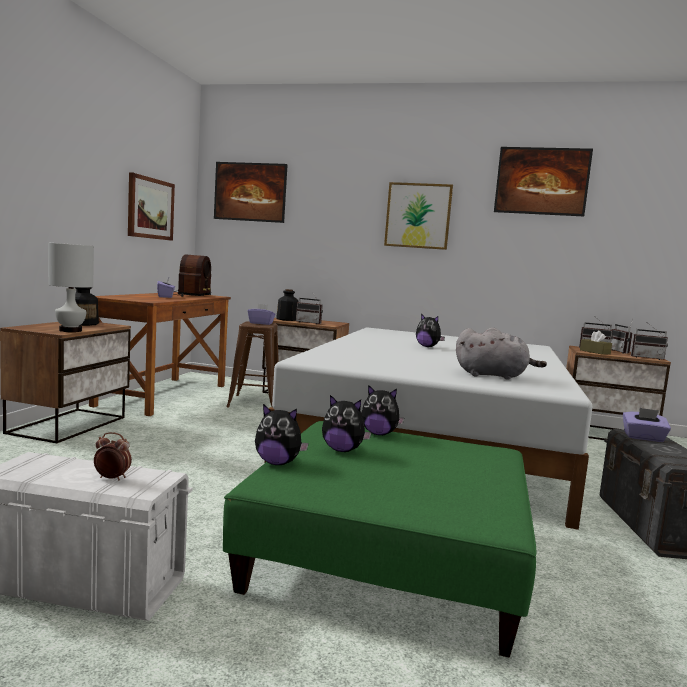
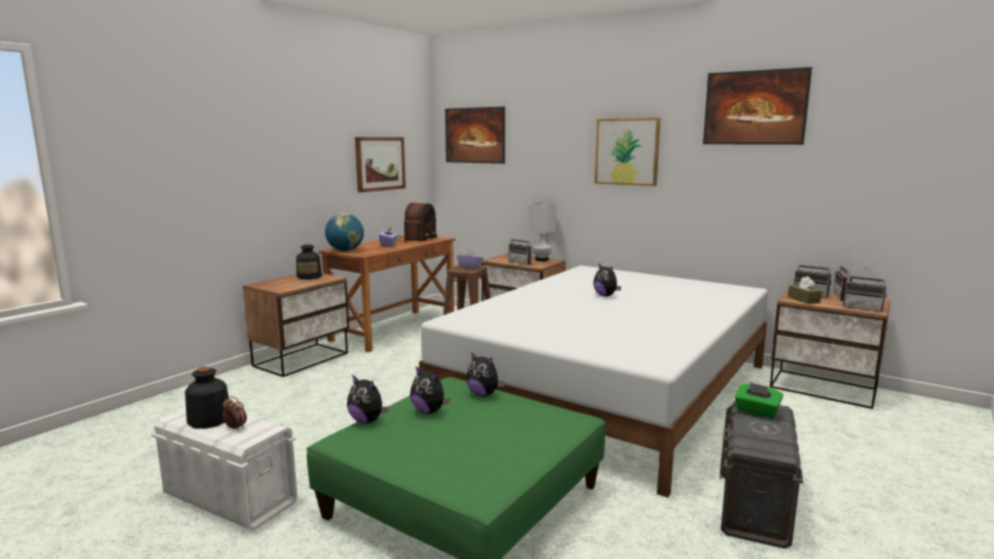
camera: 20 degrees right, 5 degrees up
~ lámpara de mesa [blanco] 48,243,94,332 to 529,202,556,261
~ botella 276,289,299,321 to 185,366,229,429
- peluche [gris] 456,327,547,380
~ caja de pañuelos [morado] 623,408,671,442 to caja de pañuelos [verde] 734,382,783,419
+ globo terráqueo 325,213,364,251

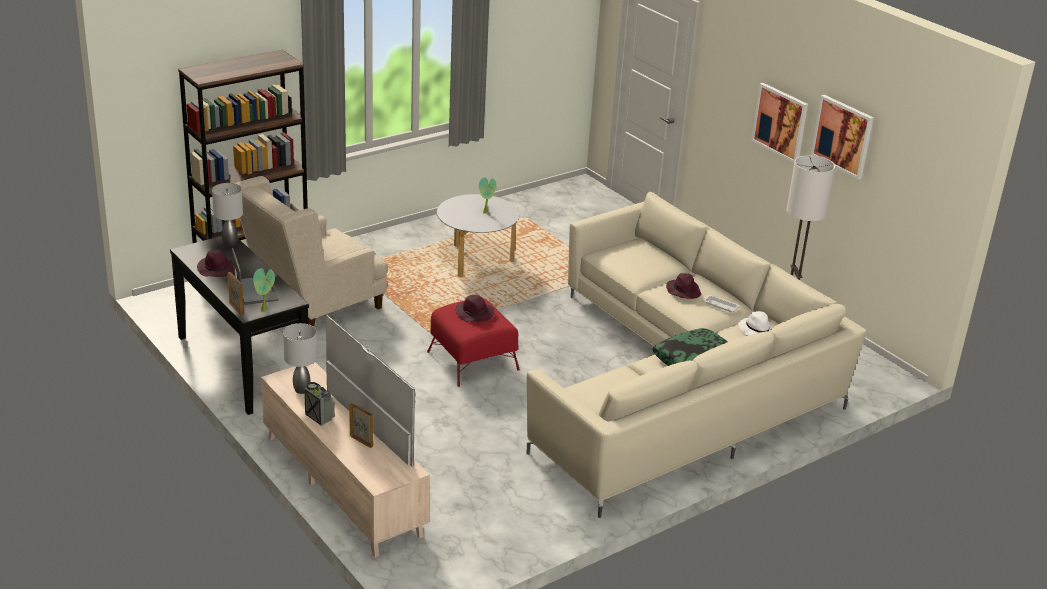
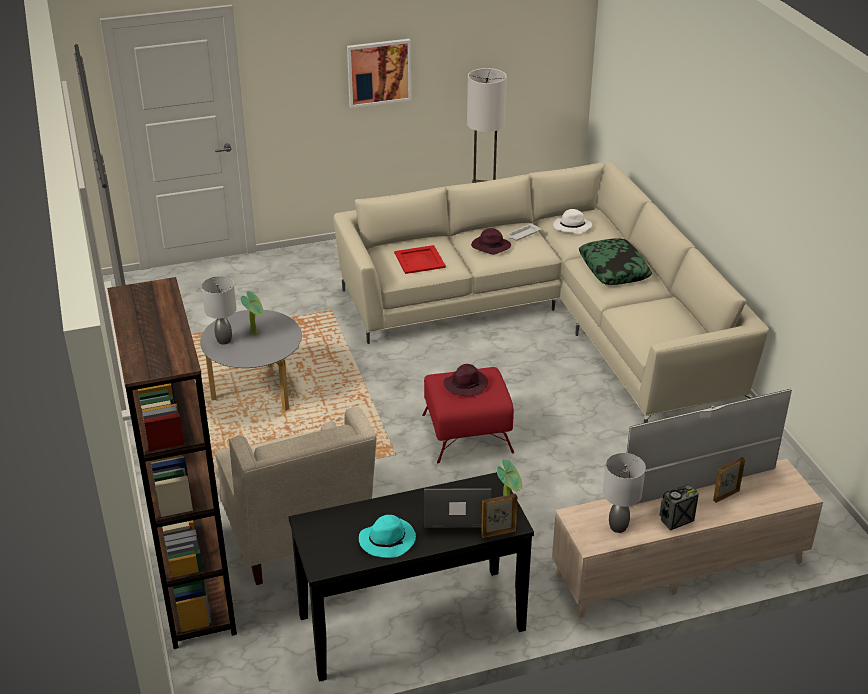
camera: 70 degrees left, 5 degrees up
~ sombrero [morado] 197,249,233,277 to sombrero [turquesa] 359,515,416,558
~ lámpara de mesa [gris] 212,183,243,247 to 201,276,237,345
- cuadro 811,95,874,180
+ bandeja [rojo] 394,245,446,274

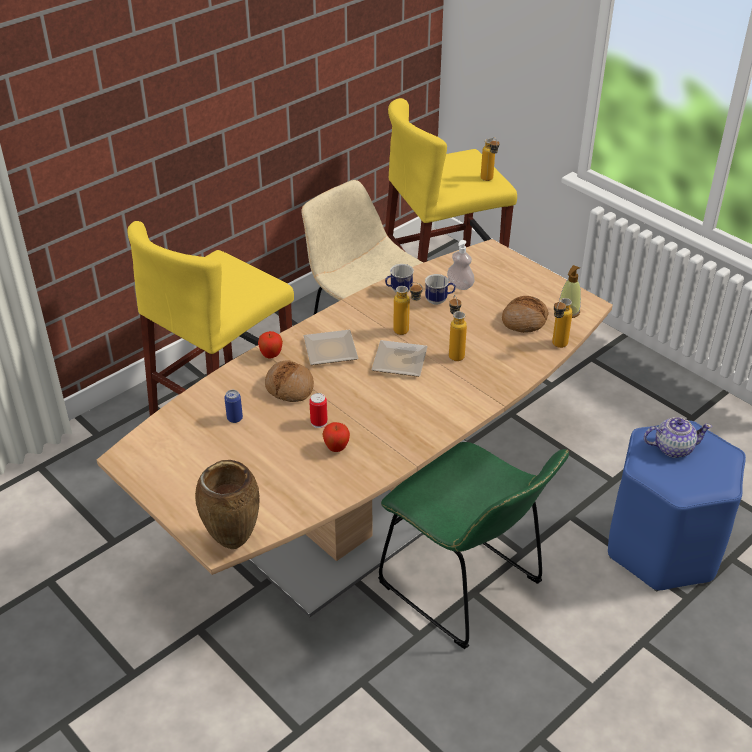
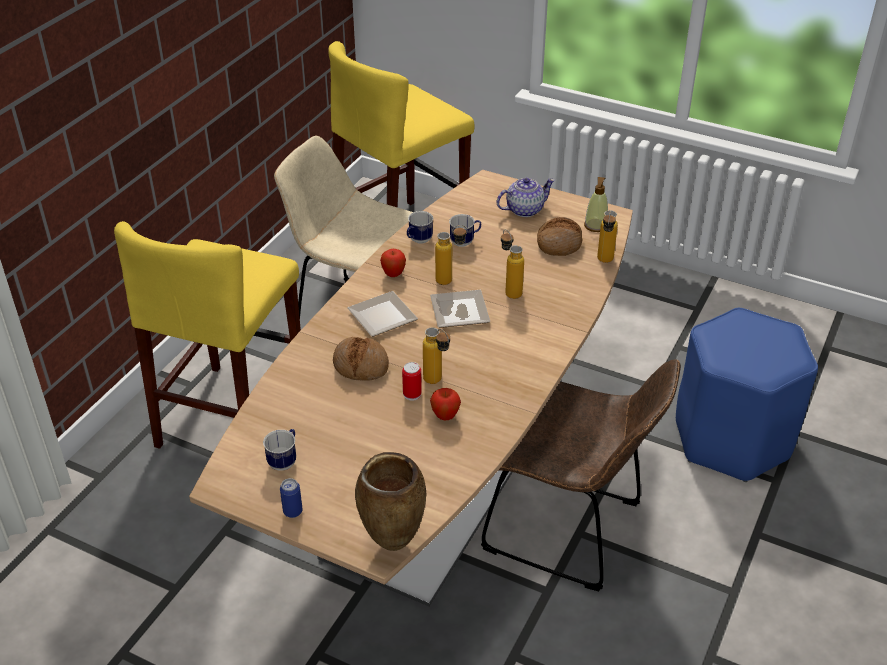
camera: 20 degrees left, 0 degrees up
~ lata 224,390,243,423 to 280,478,303,518
~ manzana 258,331,283,358 to 380,249,406,277
~ silla [verde] 378,442,569,649 to silla [marrón] 481,359,681,592
- dispensador de jabón 447,240,475,290
~ botella 481,137,499,181 to 423,327,450,384
~ tetera 644,417,712,458 to 497,178,555,217
+ taza grande 263,429,296,471

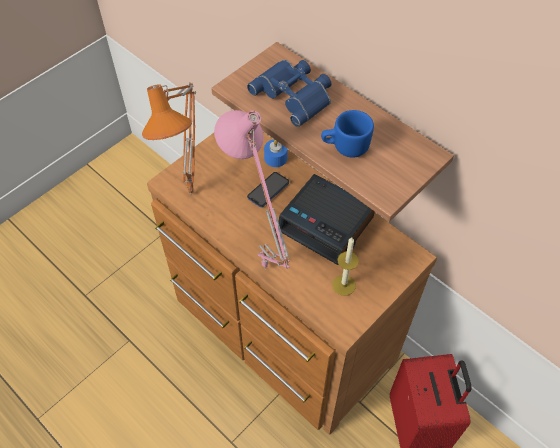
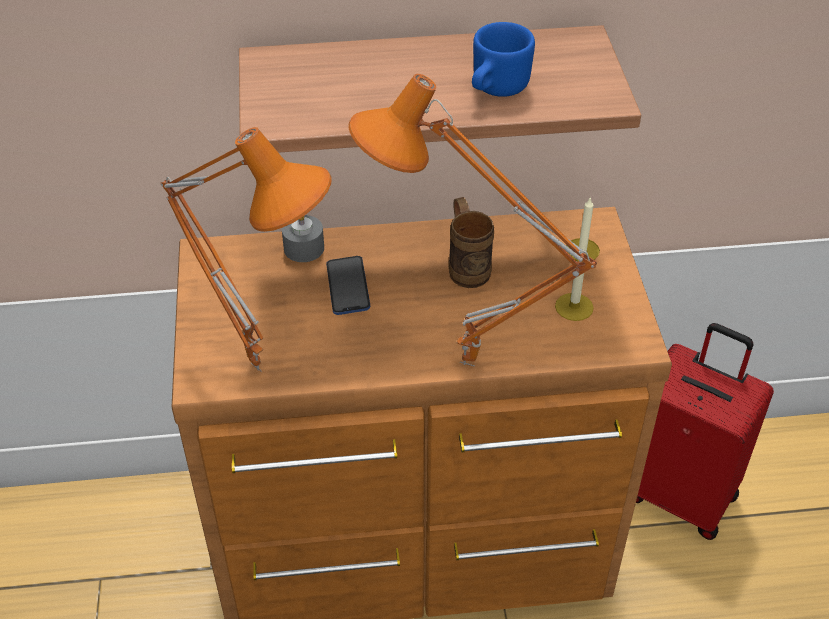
camera: 50 degrees left, 10 degrees down
~ lámpara de mesa [rosa] 214,110,290,270 to lámpara de mesa [naranja] 349,74,597,367
- prismáticos [azul] 247,60,331,127
~ vela [azul] 264,139,288,167 to vela [gris] 282,215,324,262
~ despertador 278,174,375,265 to taza grande [marrón] 449,197,494,288

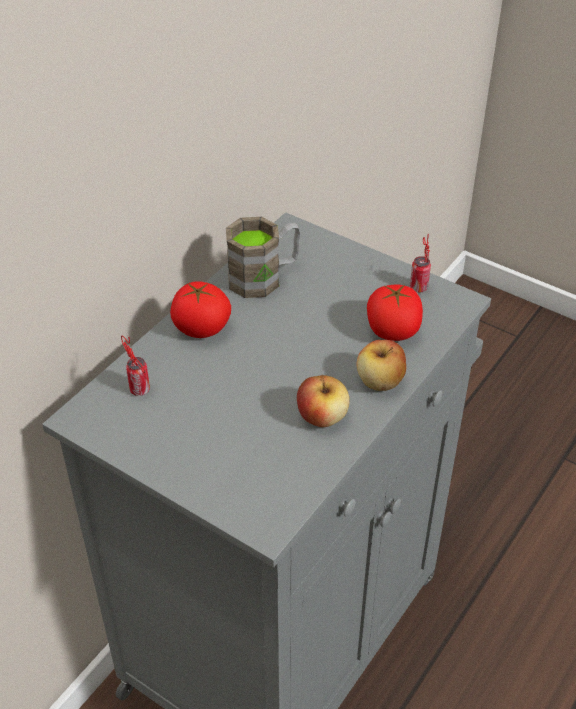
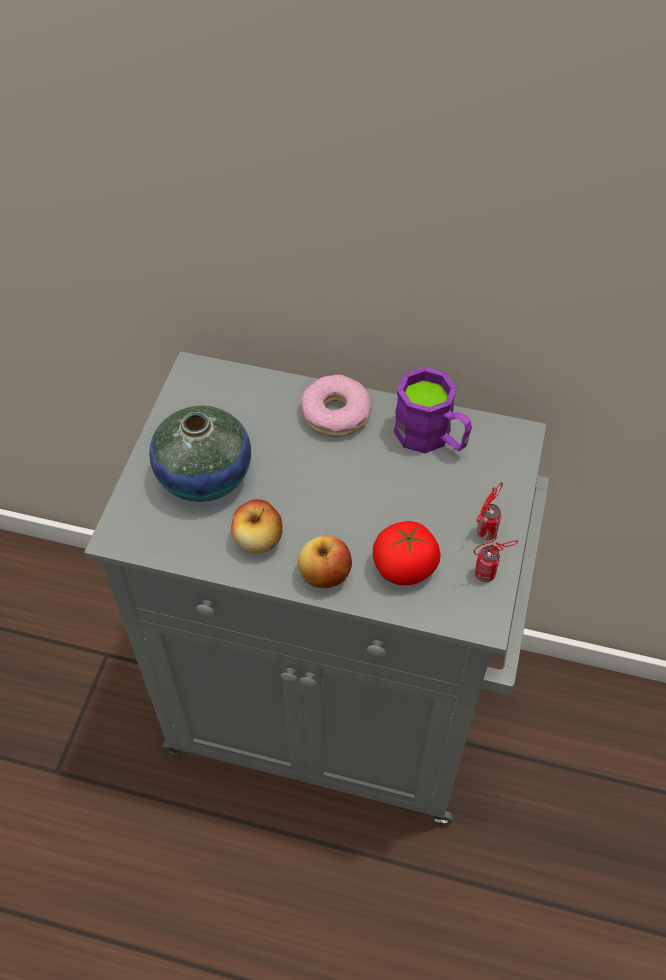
camera: 70 degrees right, 10 degrees up
~ lata 121,336,150,396 to 476,482,503,540
~ tomate 170,281,231,338 to rosquilla 301,375,372,437
~ taza grande [marrón] 226,217,301,298 to taza grande [morado] 394,367,472,454
+ florero 149,406,251,502

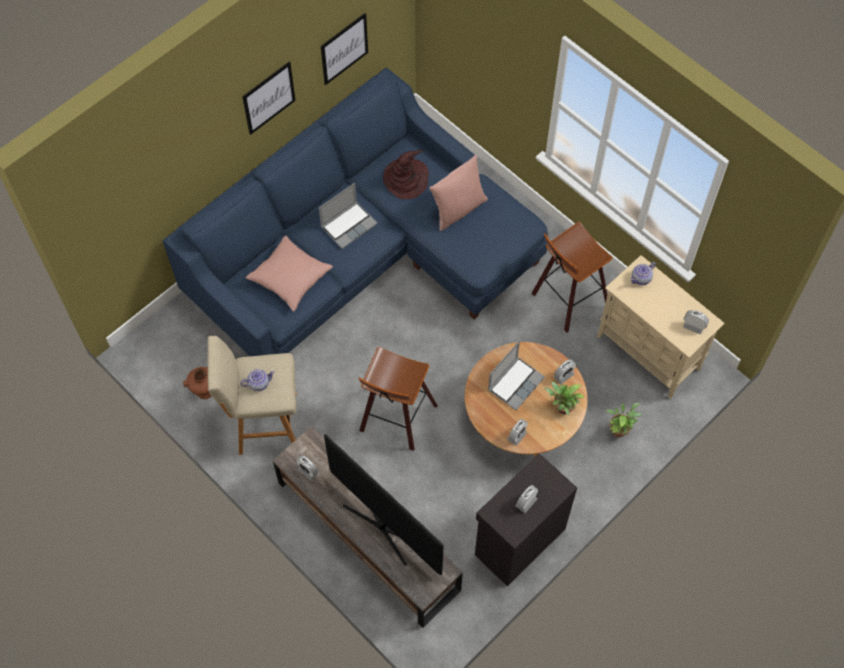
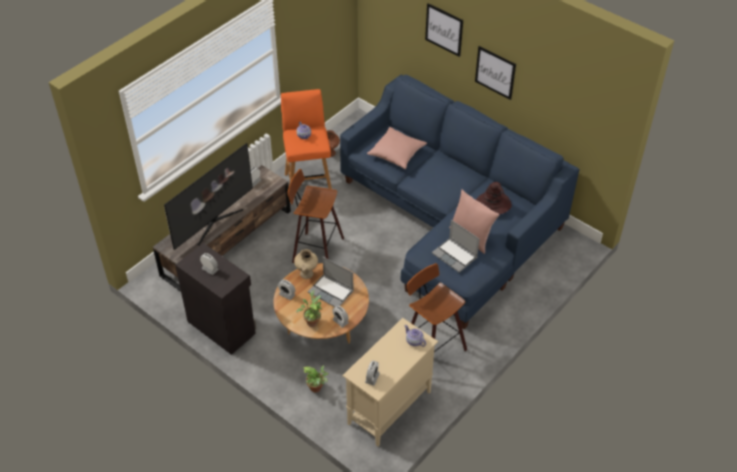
camera: 85 degrees right, 15 degrees down
~ taburete [beis] 208,336,297,455 to taburete [naranja] 281,89,332,189
~ portátil 319,183,378,249 to 432,220,479,273
~ cuadro 321,13,368,85 to 425,3,463,57
+ florero [beis] 294,249,318,279

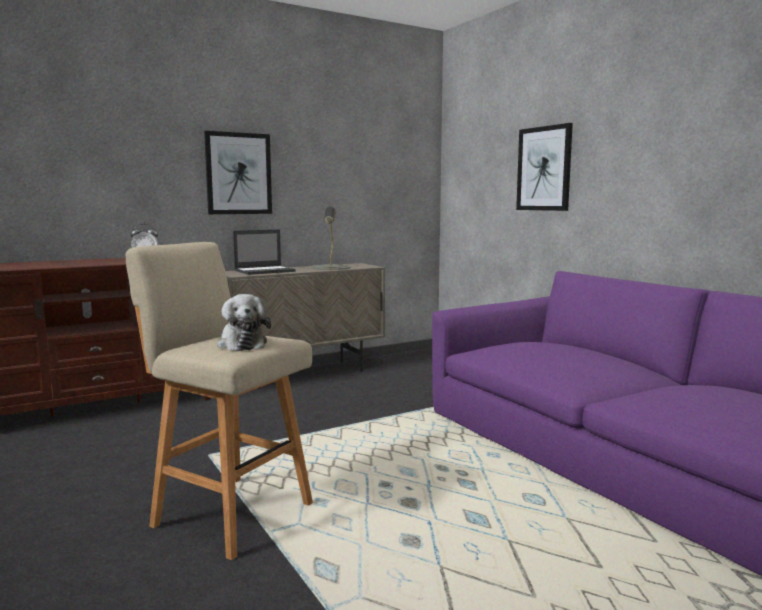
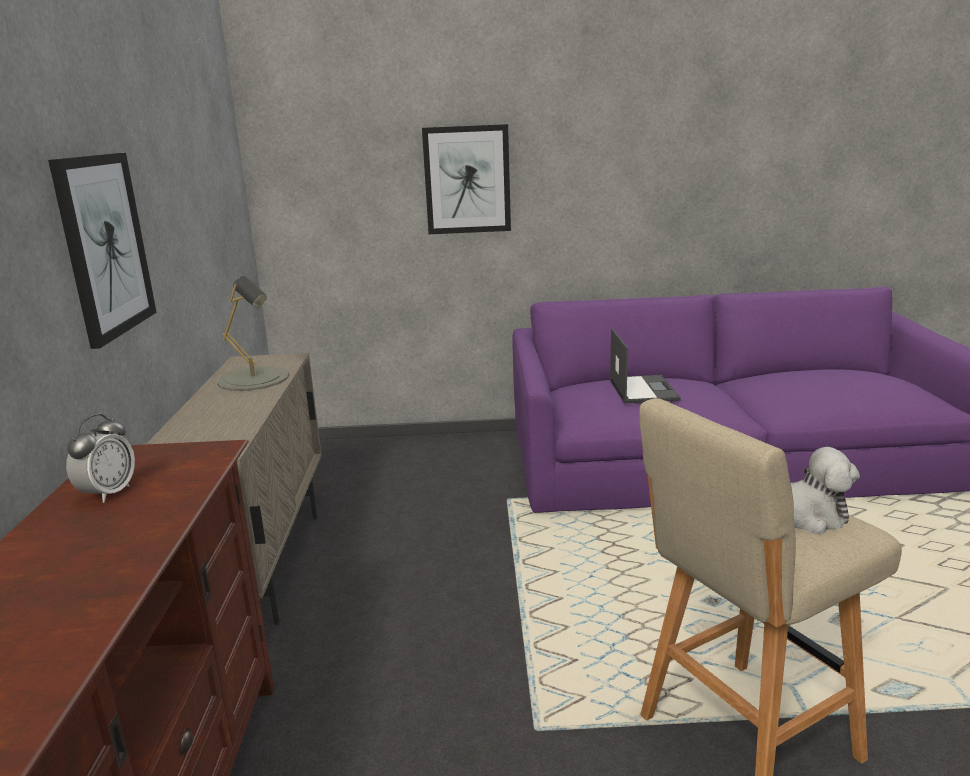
camera: 60 degrees left, 10 degrees up
~ portátil 233,230,296,275 to 610,328,681,403

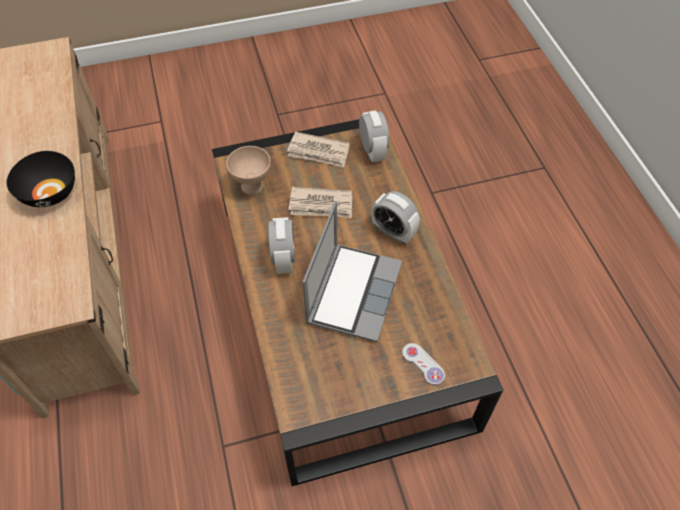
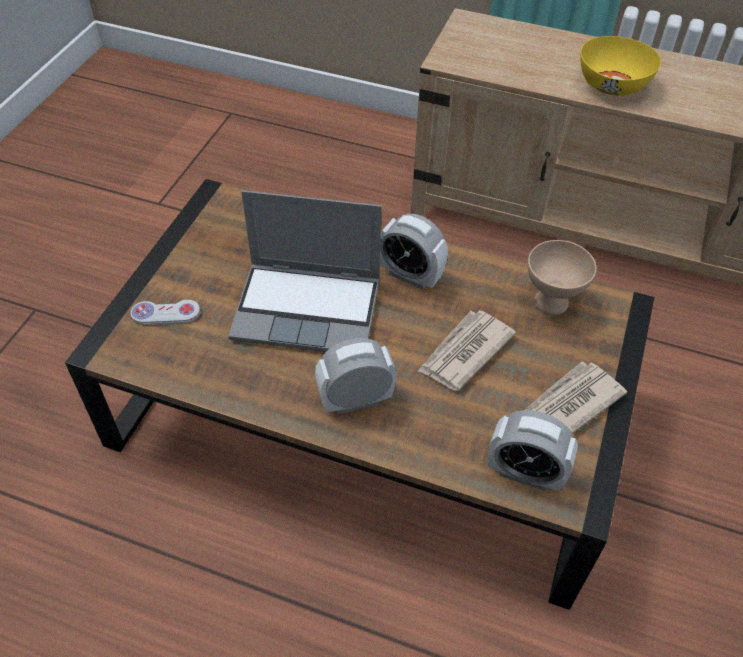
camera: 125 degrees right, 5 degrees down
~ cuenco [negro] 7,151,75,207 to cuenco [amarillo] 580,36,661,96
~ portátil 302,201,402,342 = 228,190,382,352 45 degrees counterclockwise

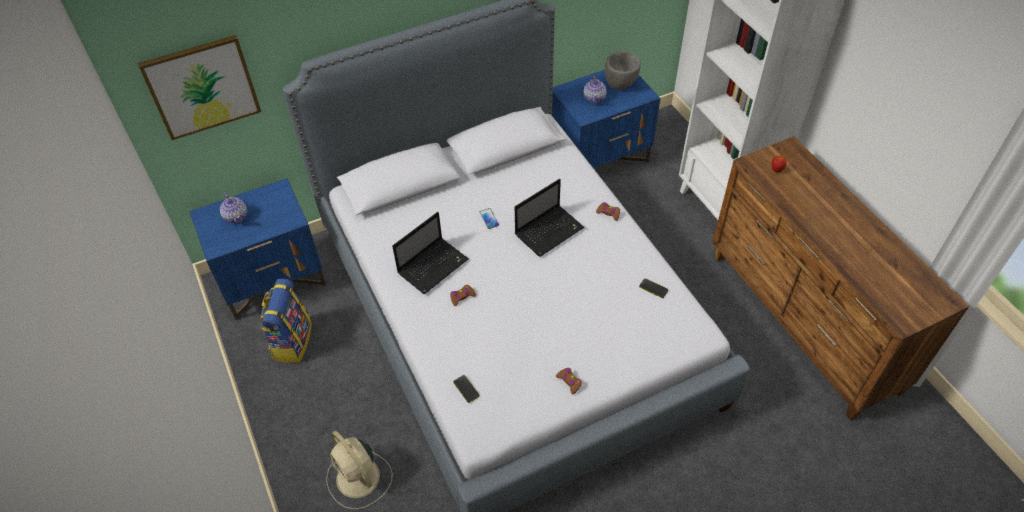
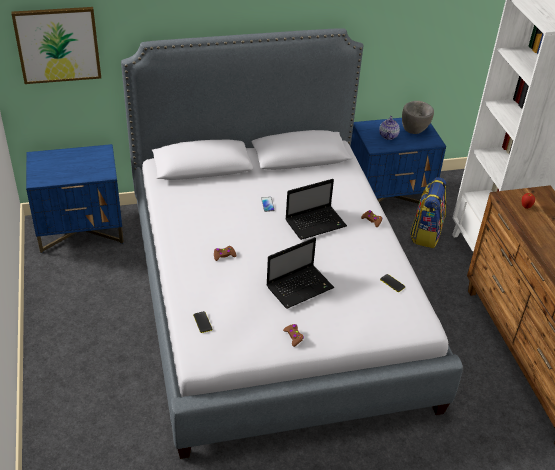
camera: 10 degrees right, 10 degrees down
- tetera 220,193,247,224
~ mochila 261,279,312,363 to 410,177,447,248
- ventilador [beis] 326,431,393,510
~ portátil 392,212,469,294 to 266,237,334,309

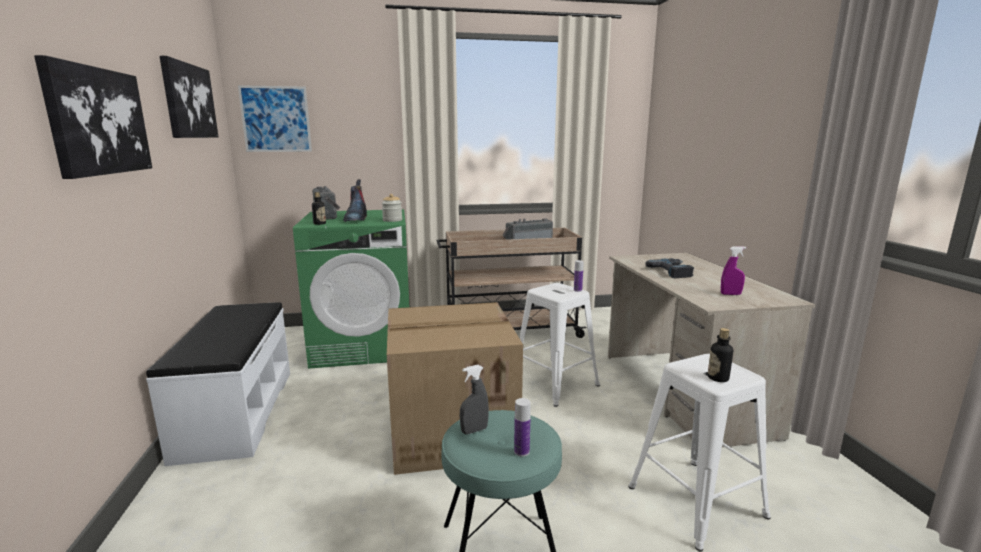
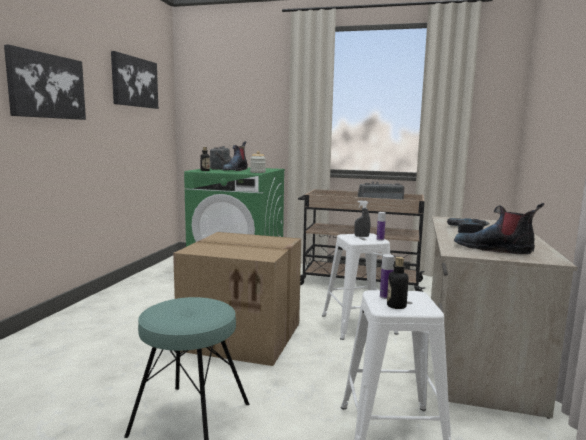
camera: 25 degrees right, 5 degrees down
- banco [blanco] 146,302,290,466
- cuadro 238,85,312,152
~ pulverizador [gris] 460,365,489,434 to 354,201,370,237
~ botella 514,398,531,457 to 380,254,394,299
~ pulverizador [morado] 721,246,746,295 to bota 454,203,544,254

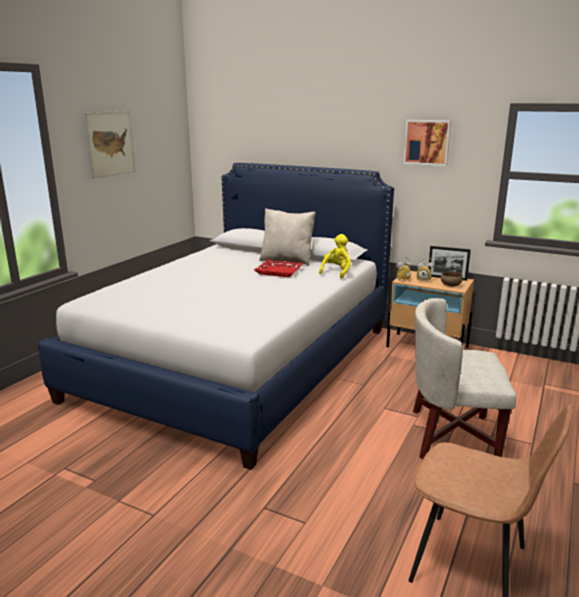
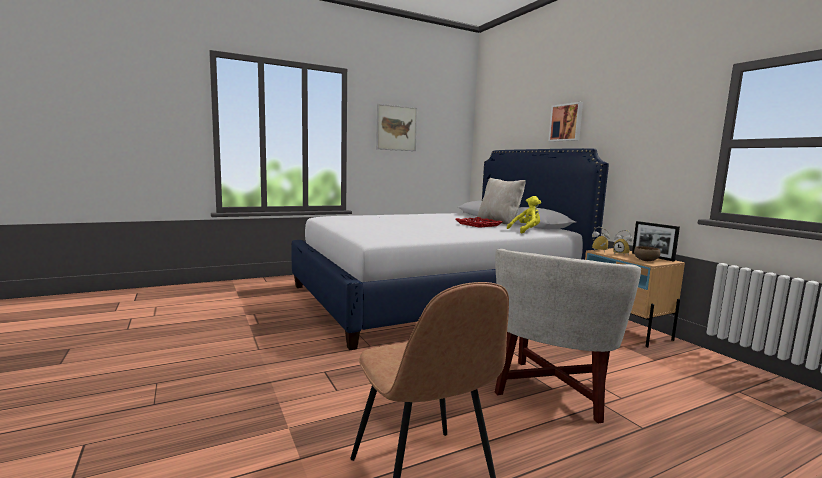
camera: 35 degrees right, 10 degrees down
~ cuadro 403,120,451,166 to 549,102,583,142
~ sillón [blanco] 413,298,516,459 = 495,249,641,424 105 degrees counterclockwise

